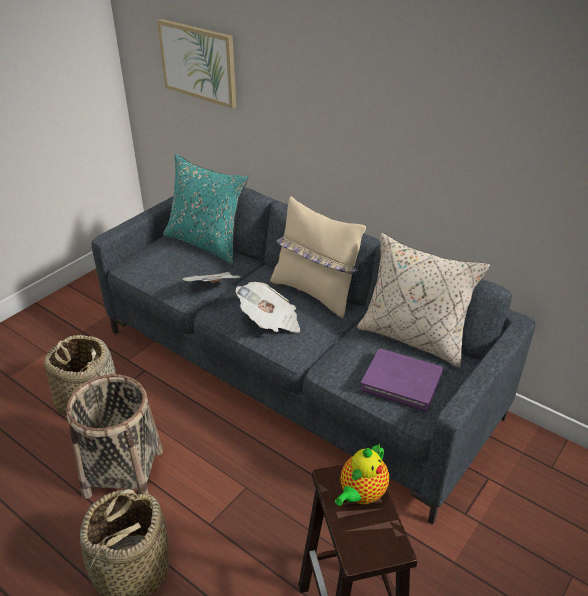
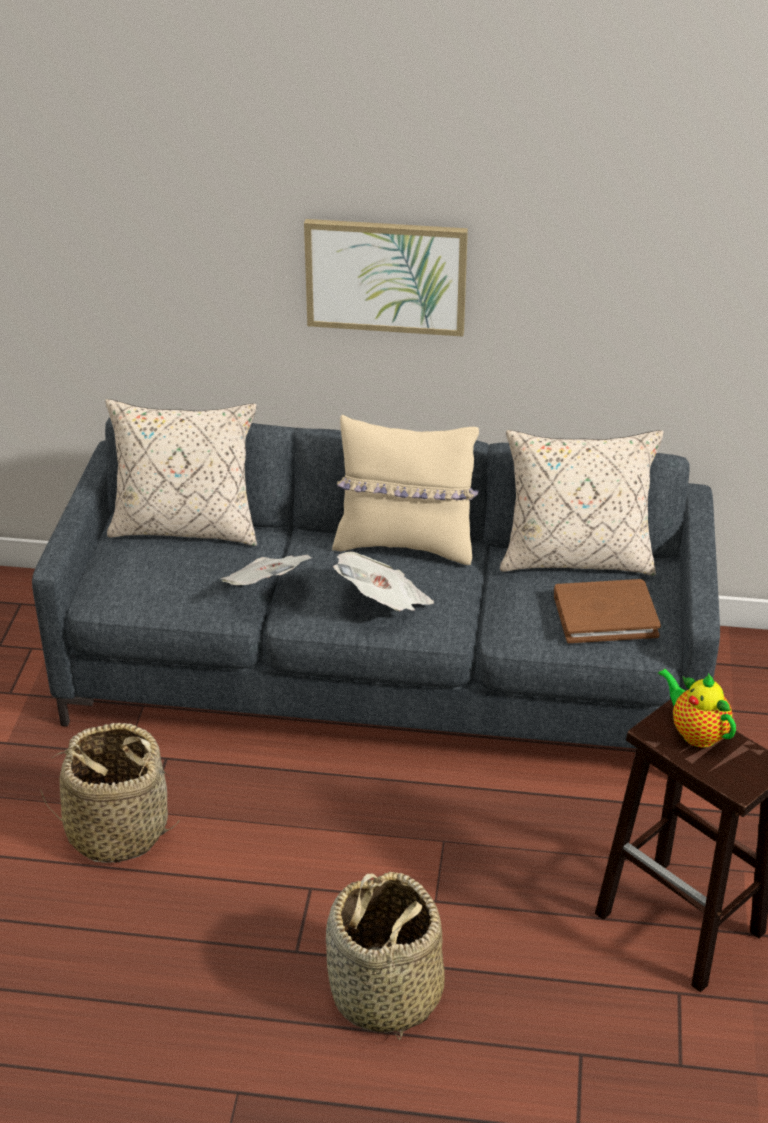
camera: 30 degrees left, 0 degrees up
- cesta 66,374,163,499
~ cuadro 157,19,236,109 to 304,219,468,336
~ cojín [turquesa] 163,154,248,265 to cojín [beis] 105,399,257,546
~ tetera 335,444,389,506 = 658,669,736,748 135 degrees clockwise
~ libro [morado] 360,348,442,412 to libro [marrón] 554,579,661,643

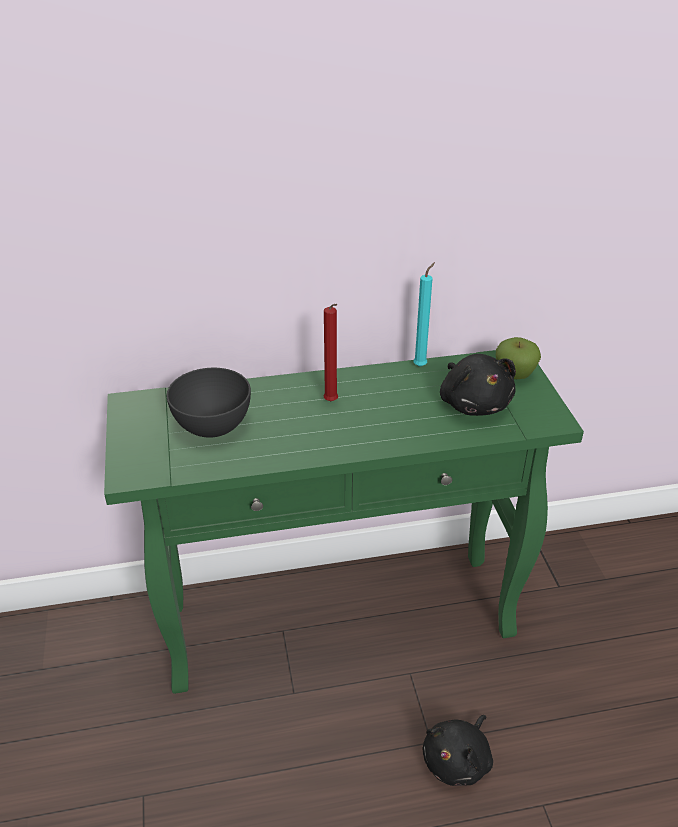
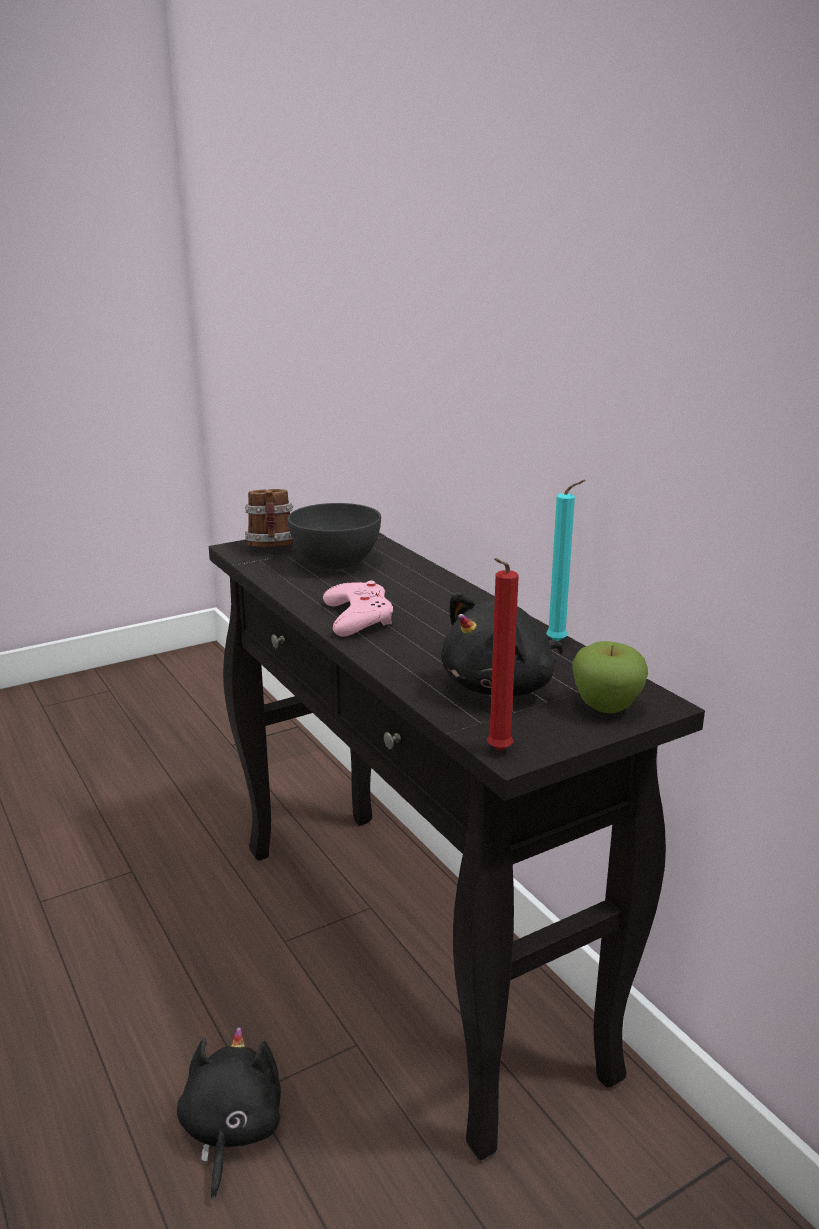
camera: 70 degrees right, 15 degrees down
~ mesa consola [verde] 104,350,584,694 to mesa consola [negro] 209,533,705,1161
~ vela [rojo] 324,304,338,401 to 487,558,519,751
~ peluche [negro] 422,715,493,786 = 177,1027,281,1200 75 degrees clockwise
+ taza grande 245,489,294,547
+ mando de consola [rosa] 323,581,393,636

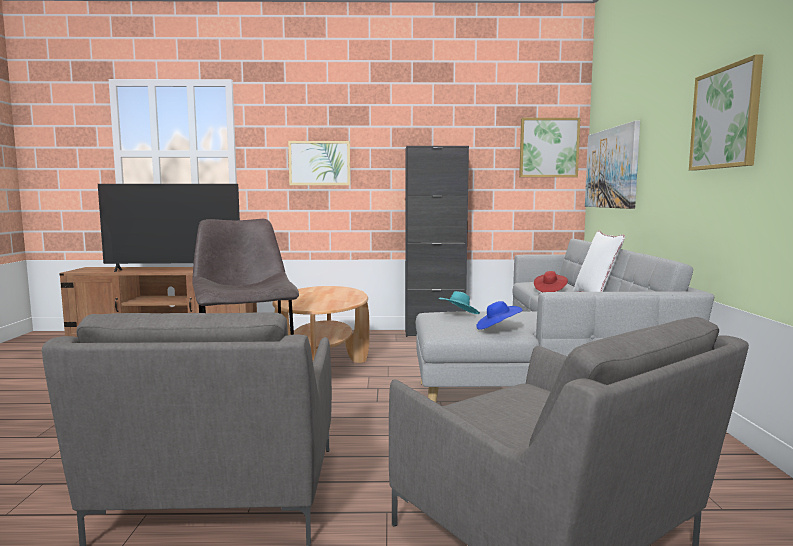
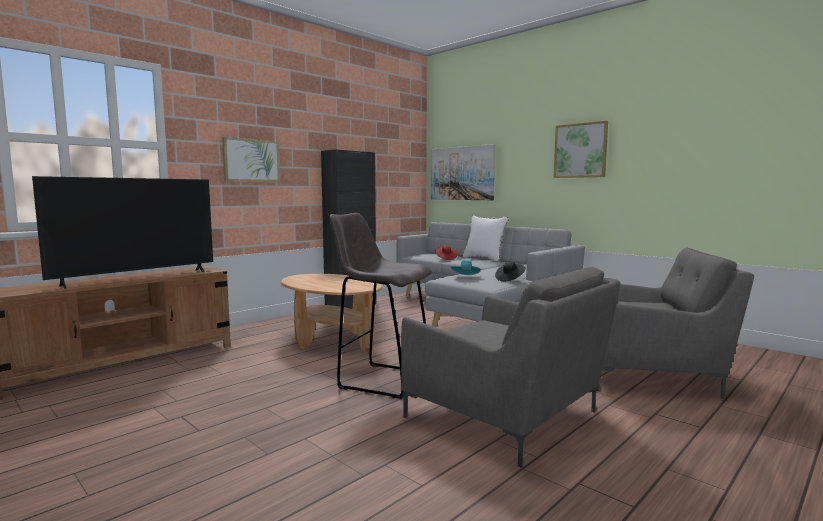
camera: 45 degrees left, 0 degrees up
~ sombrero [azul] 476,301,522,330 to sombrero [negro] 495,261,526,281
- cuadro 519,118,580,177

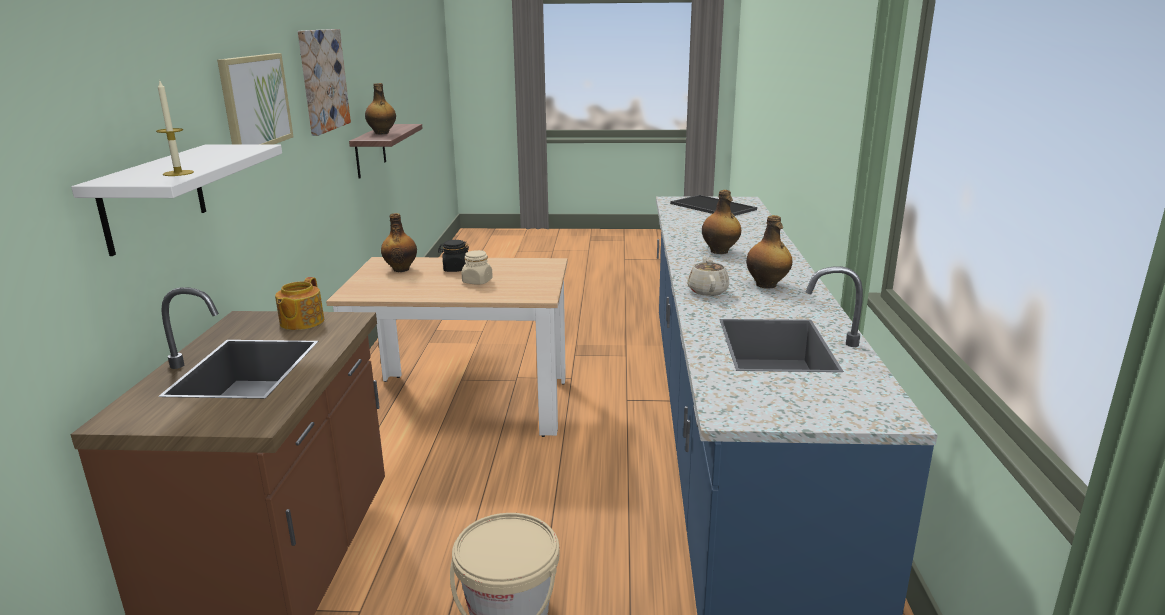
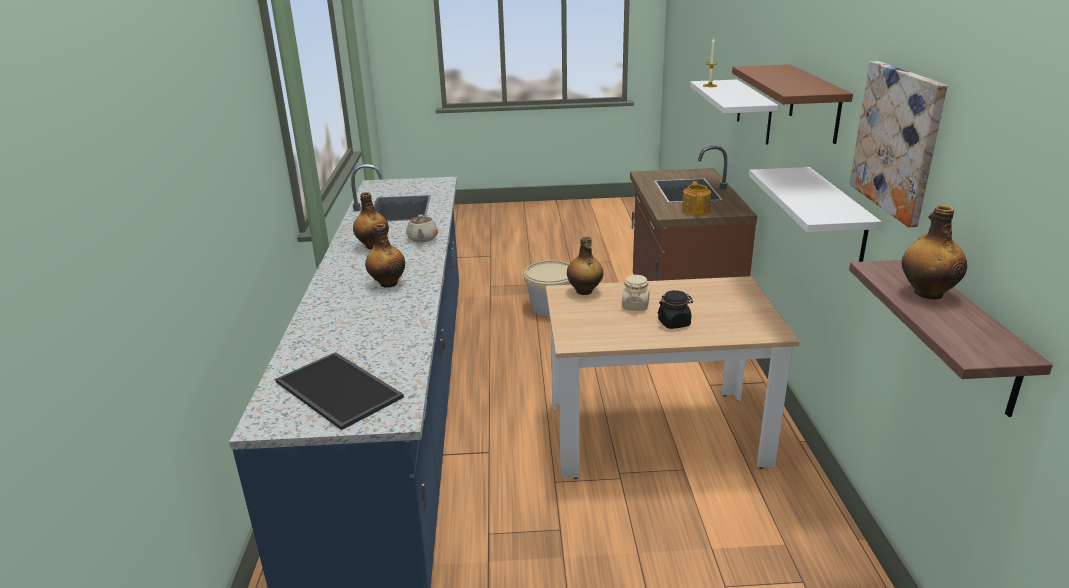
camera: 175 degrees right, 5 degrees up
~ cuadro 217,53,294,145 to estante [marrón] 732,64,853,144
~ botella 381,213,417,272 to 567,236,603,295
+ estante [blanco] 749,167,881,262

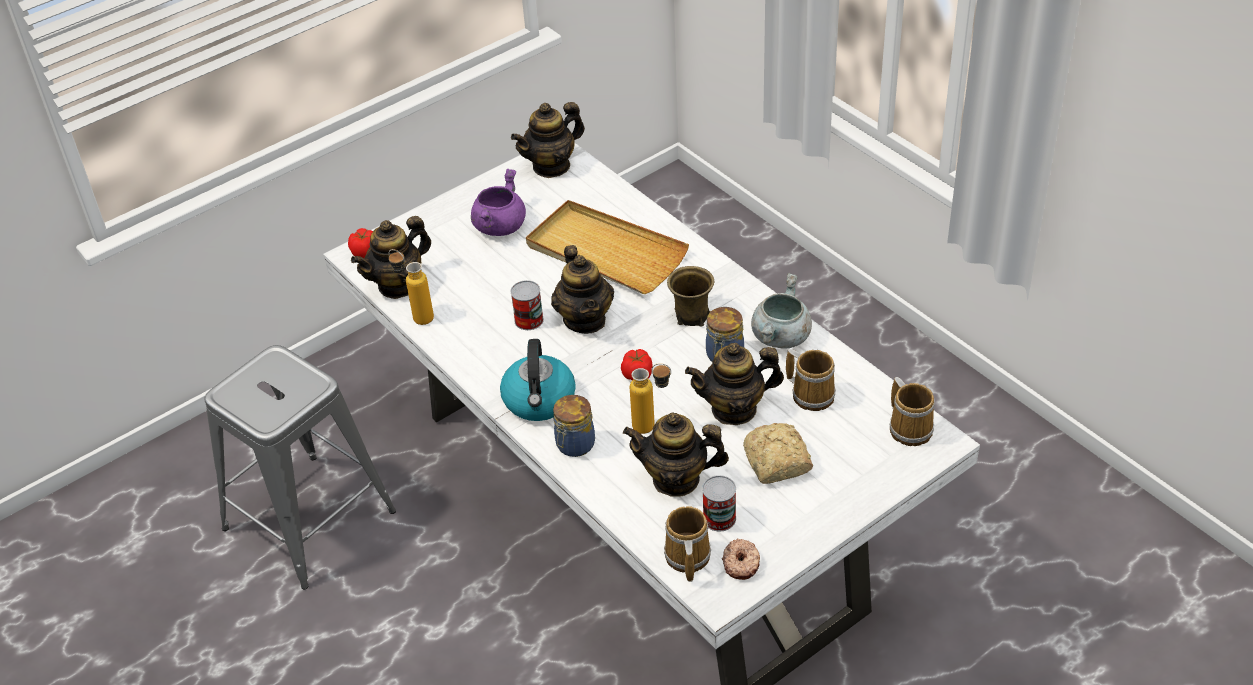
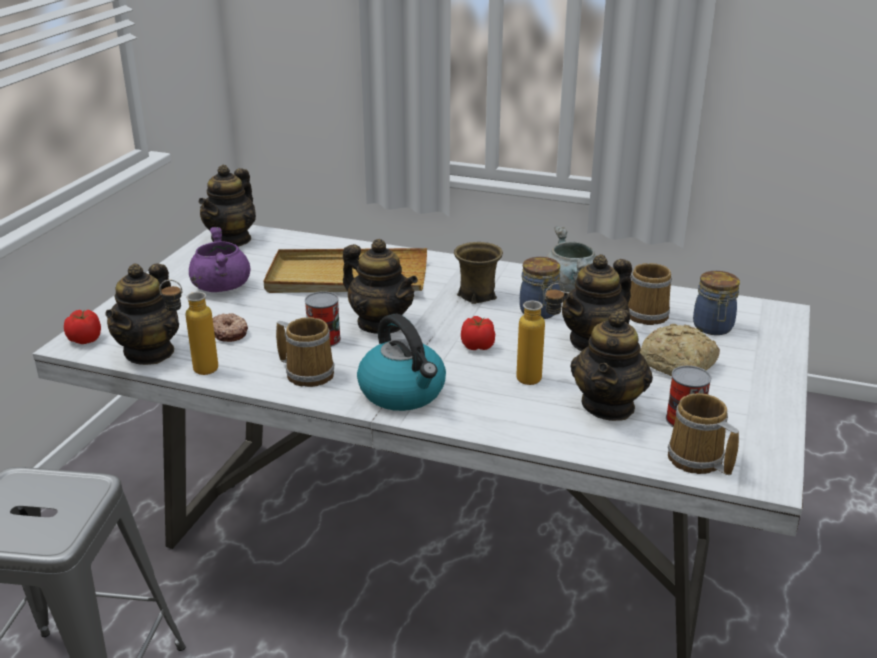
camera: 35 degrees left, 15 degrees down
~ tarro 553,395,595,457 to 693,271,740,335
~ tetera 623,412,729,497 = 571,309,653,421 45 degrees counterclockwise
~ rosquilla 722,539,760,580 to 213,313,248,342
~ taza grande 890,377,935,446 to 276,317,335,387

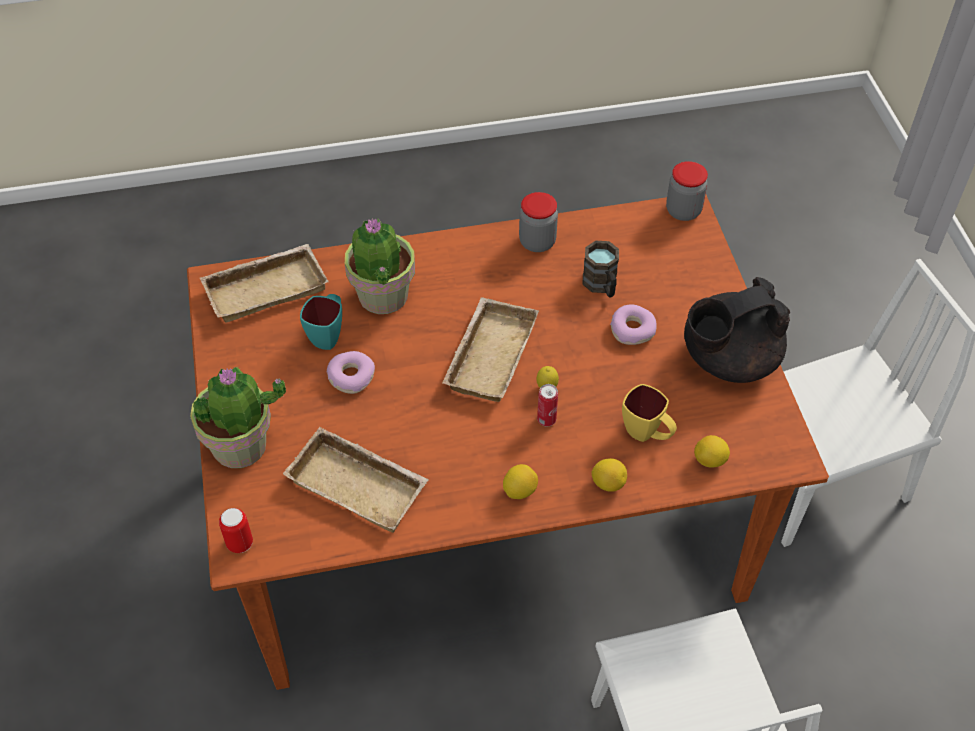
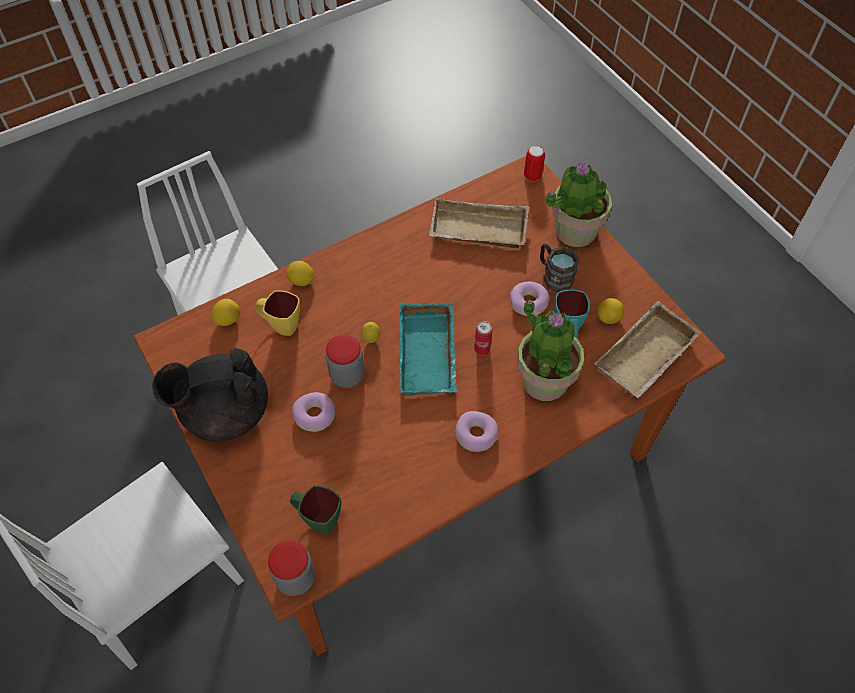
camera: 160 degrees right, 5 degrees up
~ bandeja [beis] 442,297,539,402 to bandeja [turquesa] 399,303,457,396
~ limón 503,464,538,499 to 597,298,624,324
~ tarro 519,192,558,252 to 326,335,364,388
~ lata 537,384,558,426 to 474,321,493,355
~ taza grande [marrón] 582,241,619,297 to 540,243,579,292
~ tetera [negro] 684,277,790,383 = 152,348,268,442 150 degrees counterclockwise
+ taza grande [verde] 290,485,341,534
+ rosquilla 455,411,498,452

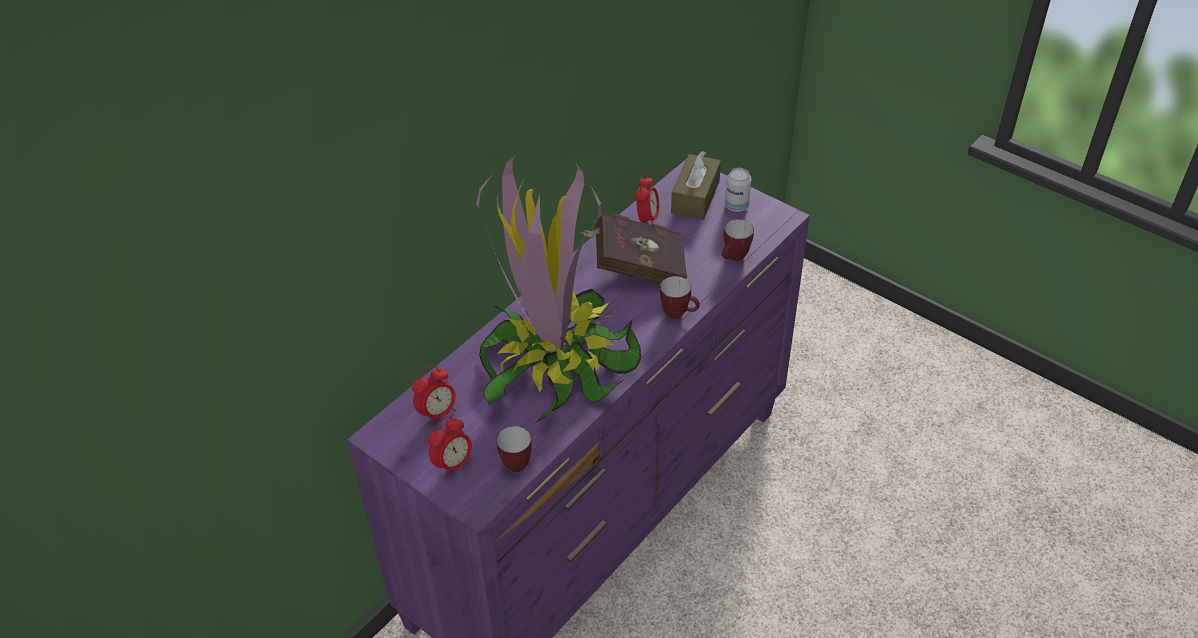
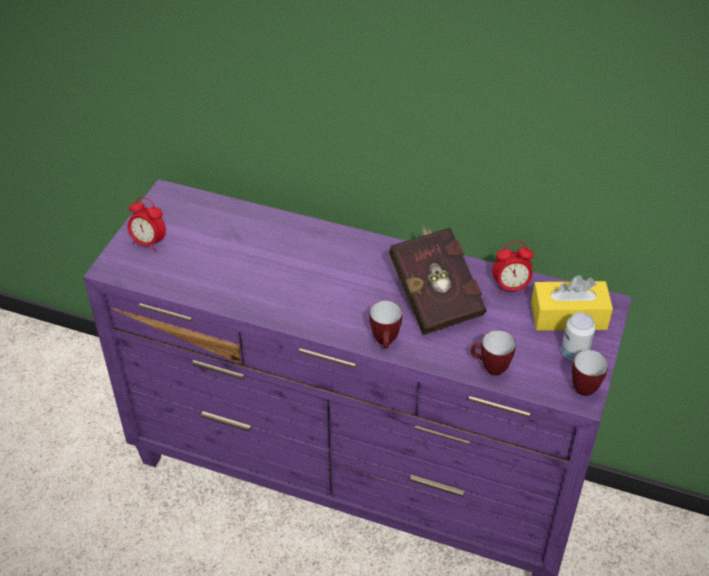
camera: 70 degrees right, 0 degrees up
- despertador 412,366,456,426
- planta en maceta 476,154,641,423
~ taza grande 496,426,532,472 to 572,350,608,396
~ caja de pañuelos [marrón] 671,151,721,220 to caja de pañuelos [amarillo] 531,275,613,331

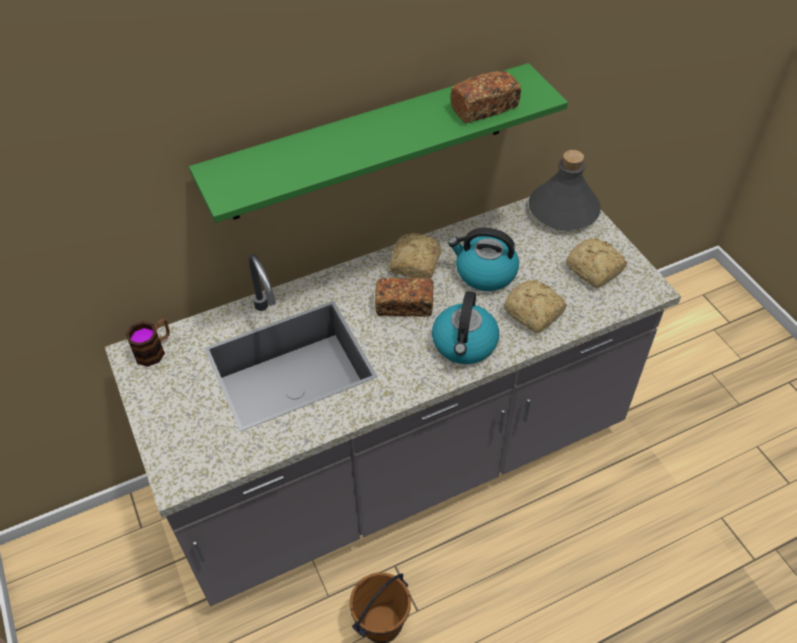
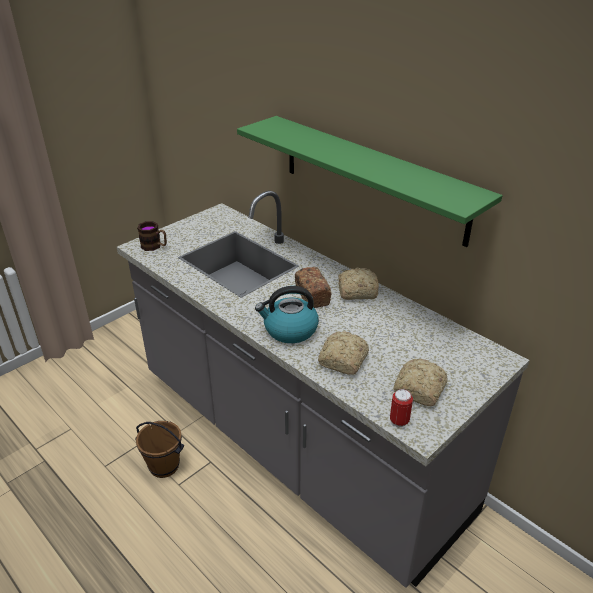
camera: 70 degrees right, 15 degrees down
~ taza grande 125,318,170,367 to 137,221,167,251
- hervidor 448,228,519,291
- pan 450,71,521,123
- botella [gris] 529,150,601,230
+ lata 390,389,413,427

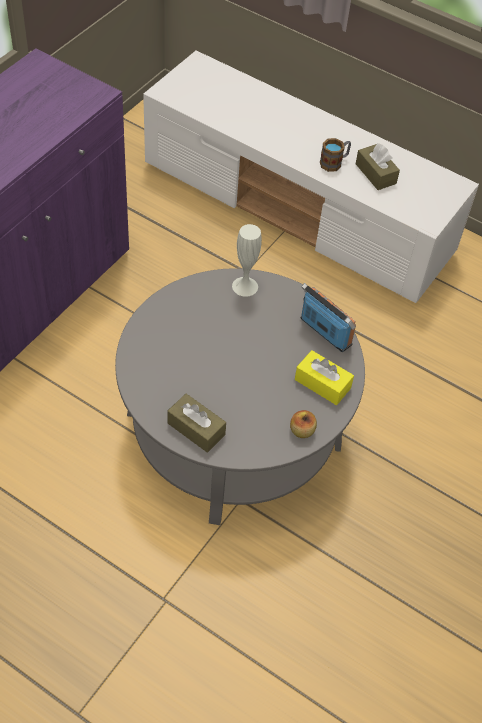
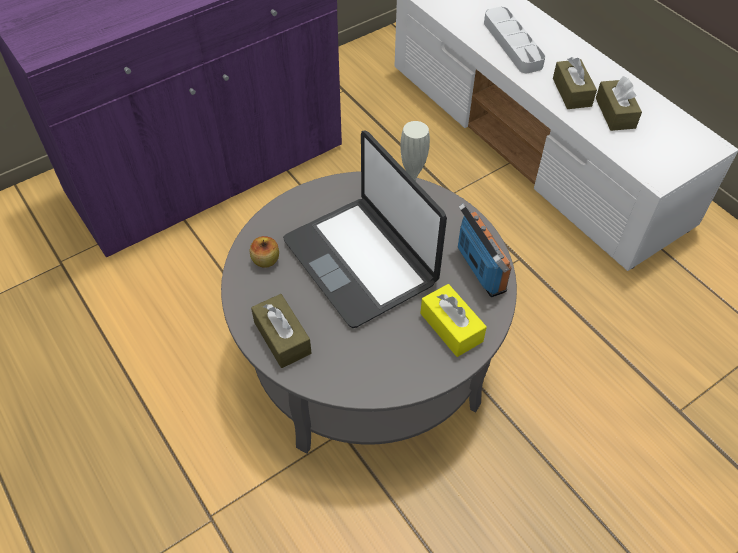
camera: 25 degrees right, 0 degrees up
~ manzana 290,410,317,438 to 249,236,279,268
~ taza grande 320,138,351,172 to caja de pañuelos [marrón] 553,57,597,109
+ portátil 283,131,447,328
+ bandeja [gris] 484,7,545,73

